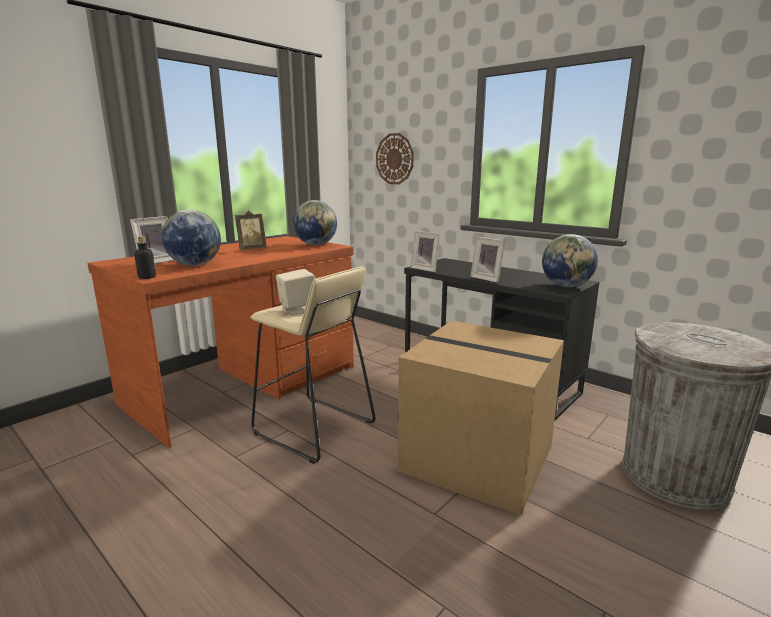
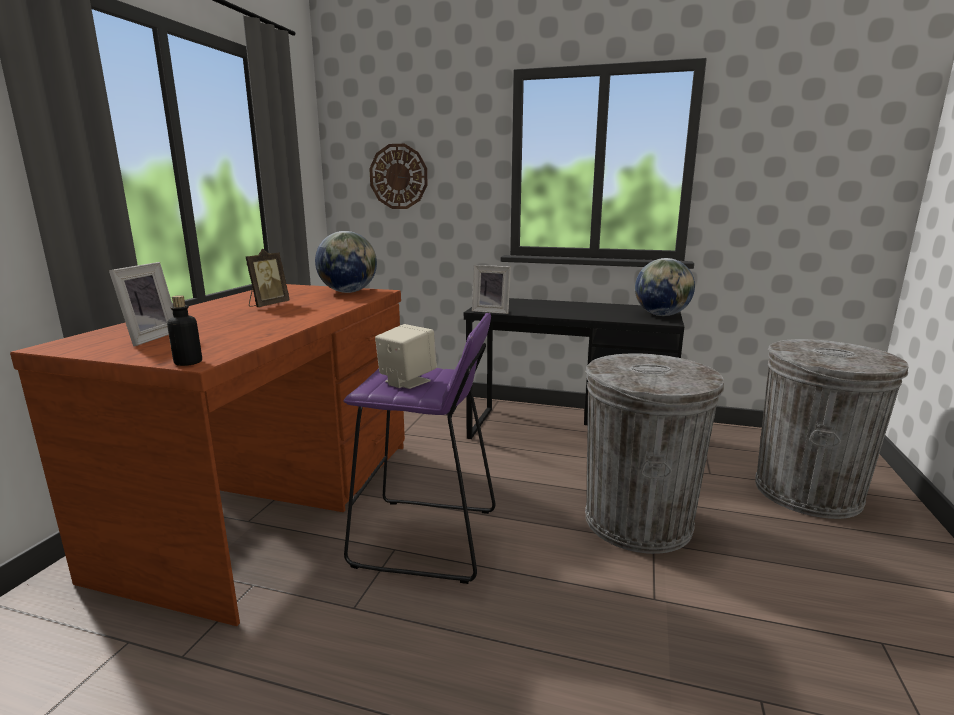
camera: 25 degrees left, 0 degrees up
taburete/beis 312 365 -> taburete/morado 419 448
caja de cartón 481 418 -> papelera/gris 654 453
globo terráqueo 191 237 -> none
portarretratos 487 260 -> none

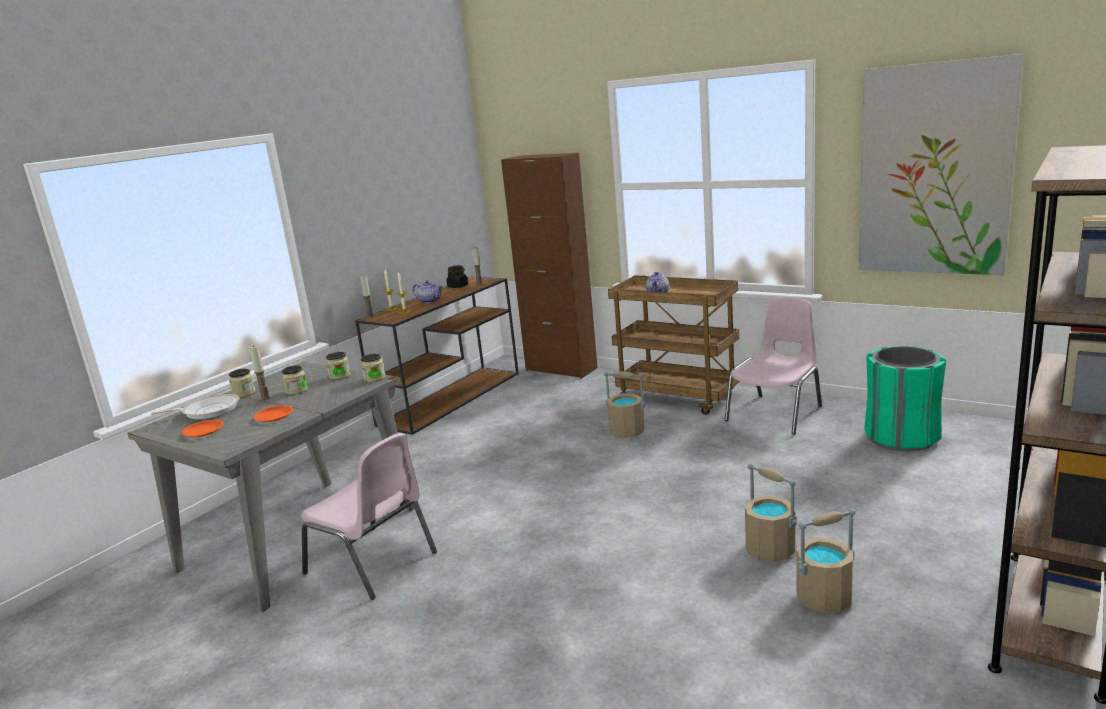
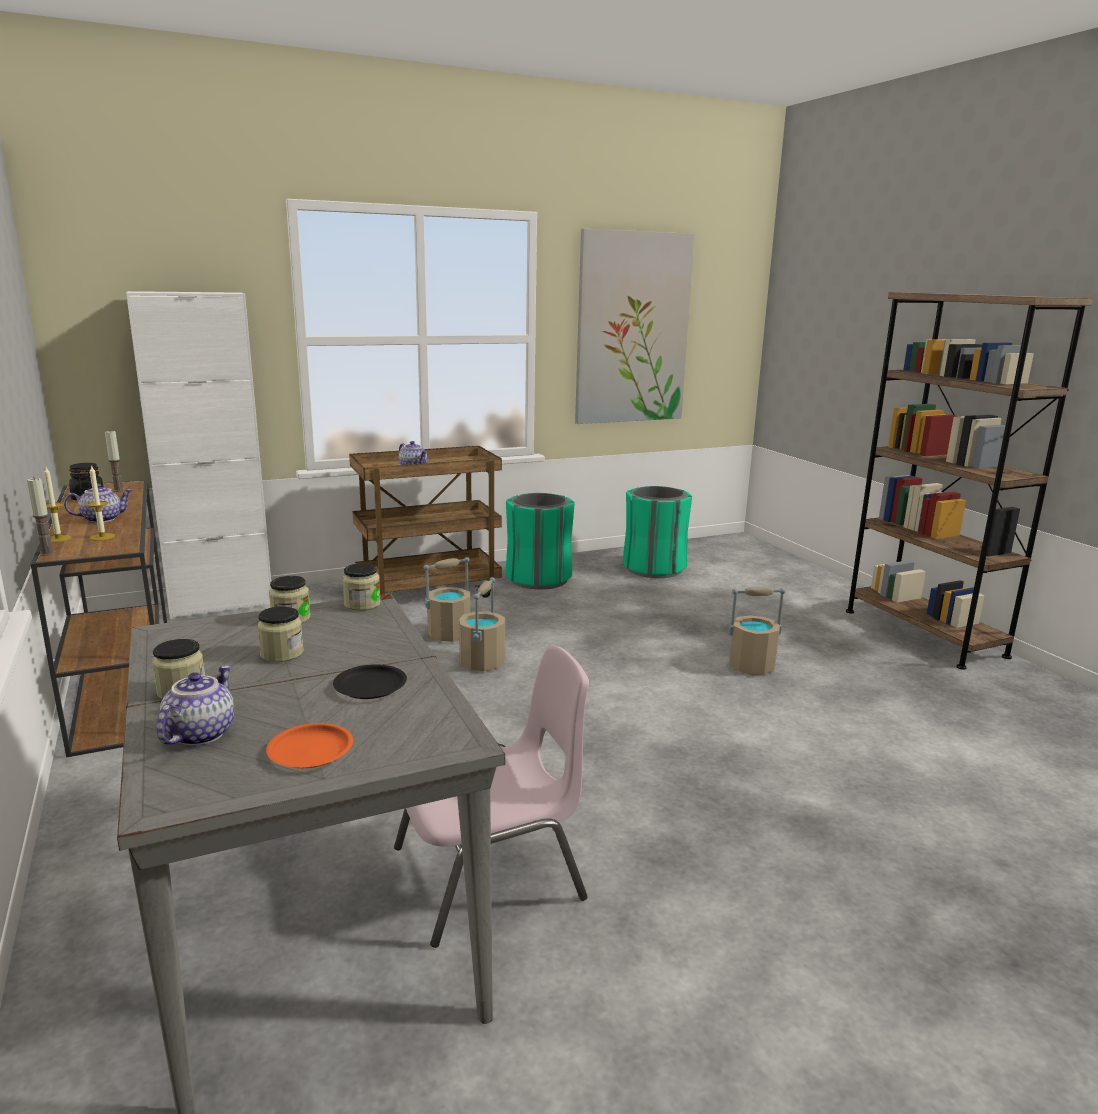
camera: 60 degrees left, 0 degrees up
armario/marrón 549 265 -> armario/blanco 198 455
sartén 195 406 -> tetera 195 705
plato/naranja 273 413 -> plato/negro 370 681
cubo/beis 826 561 -> cubo/beis 482 624, relocated
silla/rosa 773 365 -> papelera/verde 540 541
vela 259 372 -> none

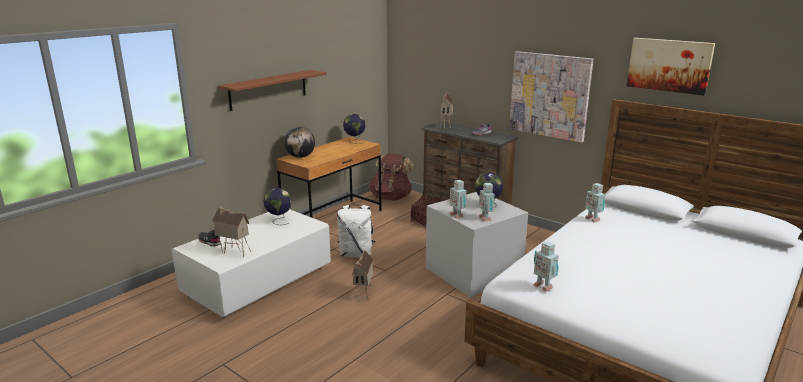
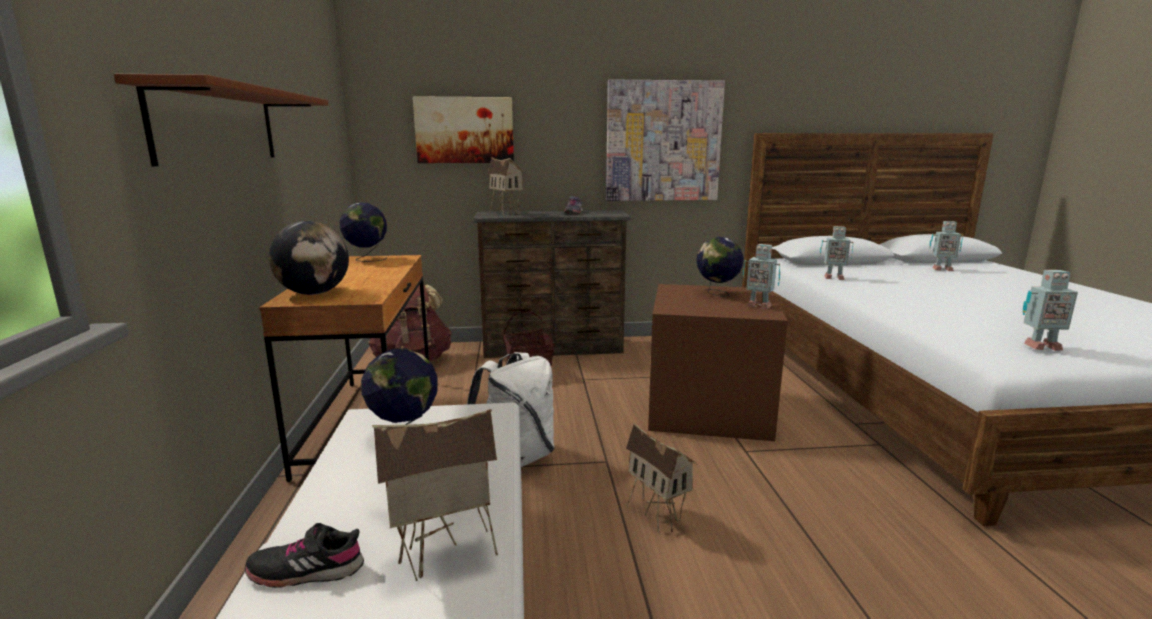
camera: 45 degrees left, 5 degrees down
cuadro 671 66 -> cuadro 463 129, relocated
caja de almacenaje/gris 477 244 -> caja de almacenaje/marrón 718 362
robot de juguete 458 199 -> robot de juguete 946 246, relocated

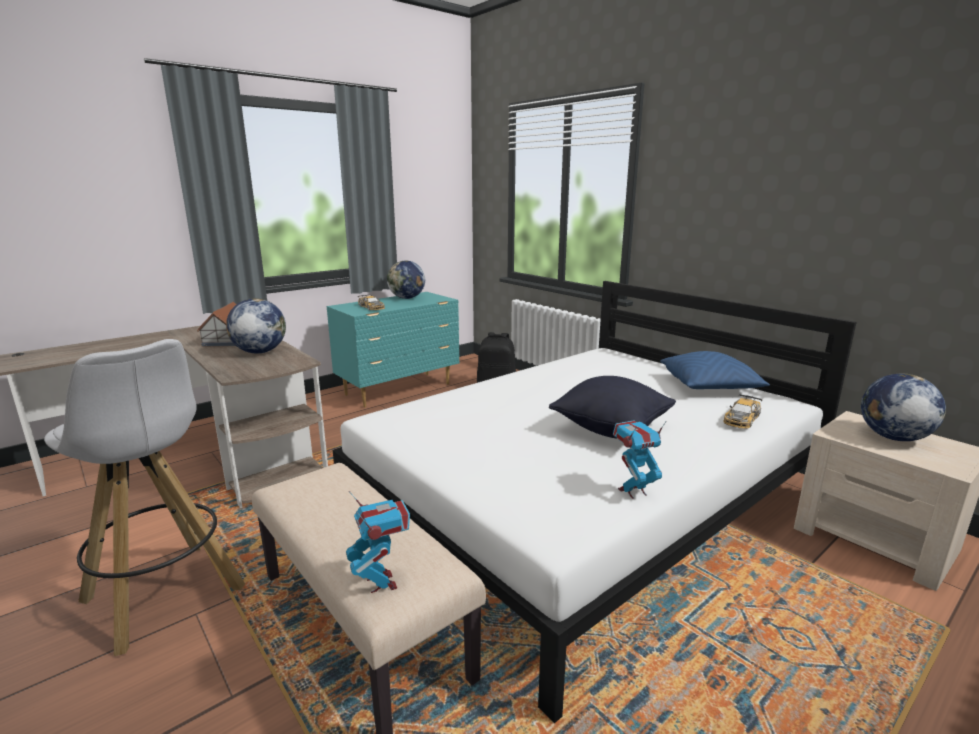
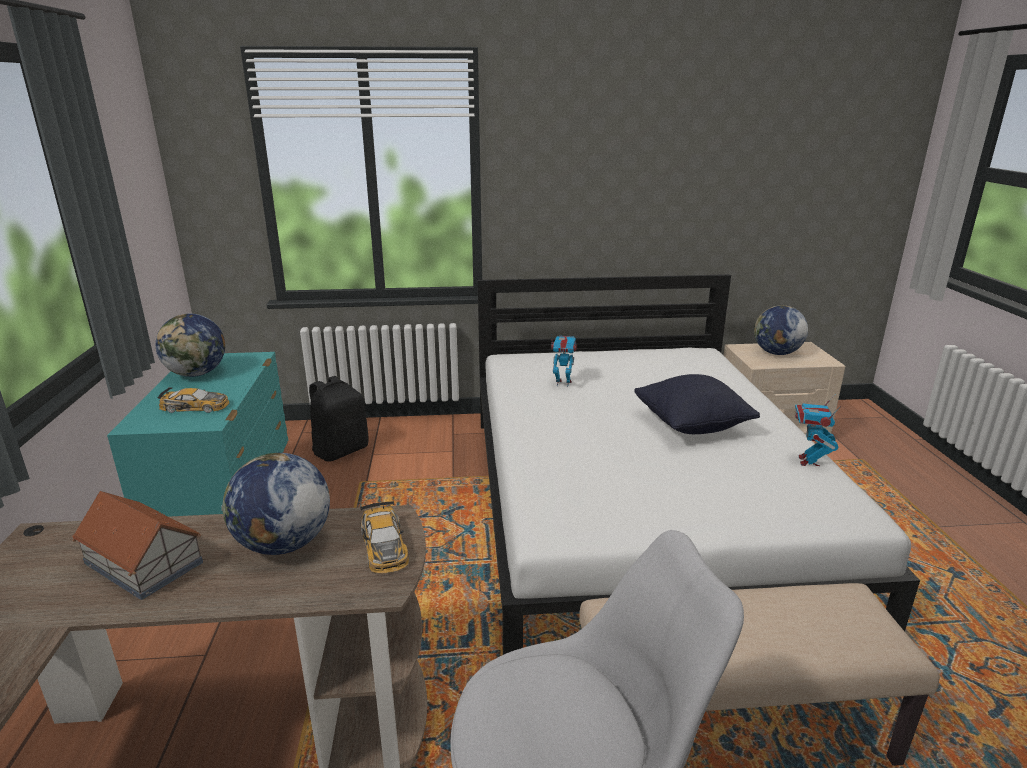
camera: 55 degrees left, 5 degrees up
coche de juguete 743 411 -> coche de juguete 385 537, relocated
robot de juguete 378 542 -> robot de juguete 564 361, relocated
cojín/azul 715 370 -> none

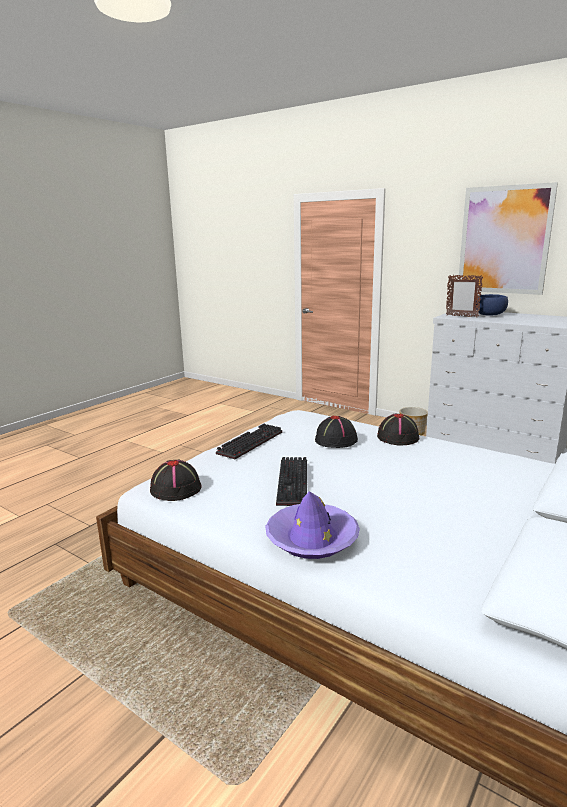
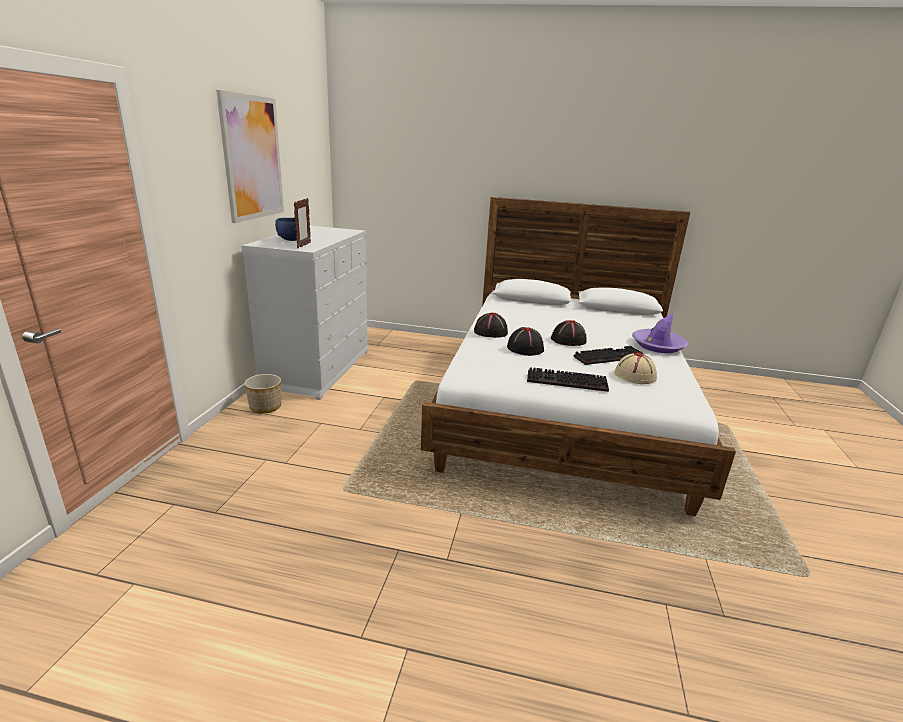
camera: 115 degrees left, 5 degrees up
sombrero/negro 176 480 -> sombrero/negro 569 333, relocated
none -> sombrero/beis 635 368

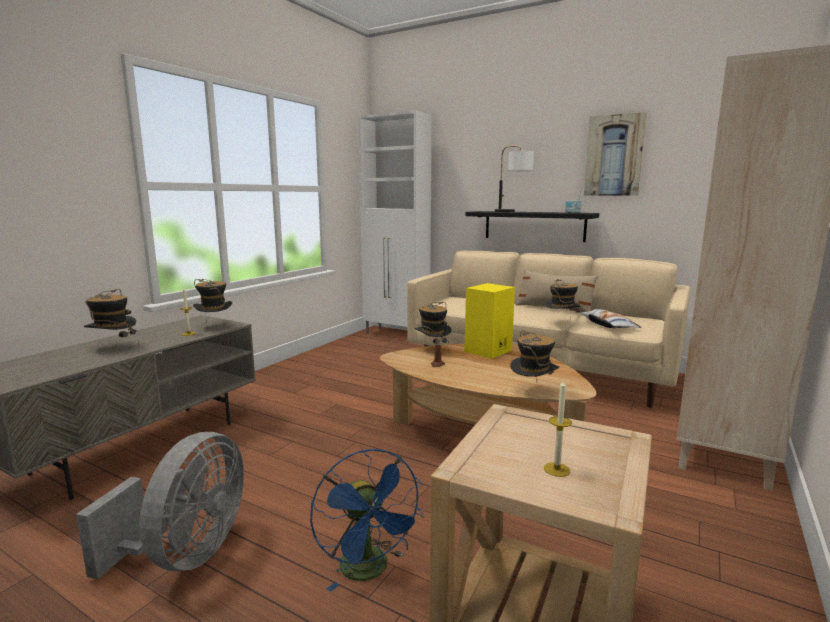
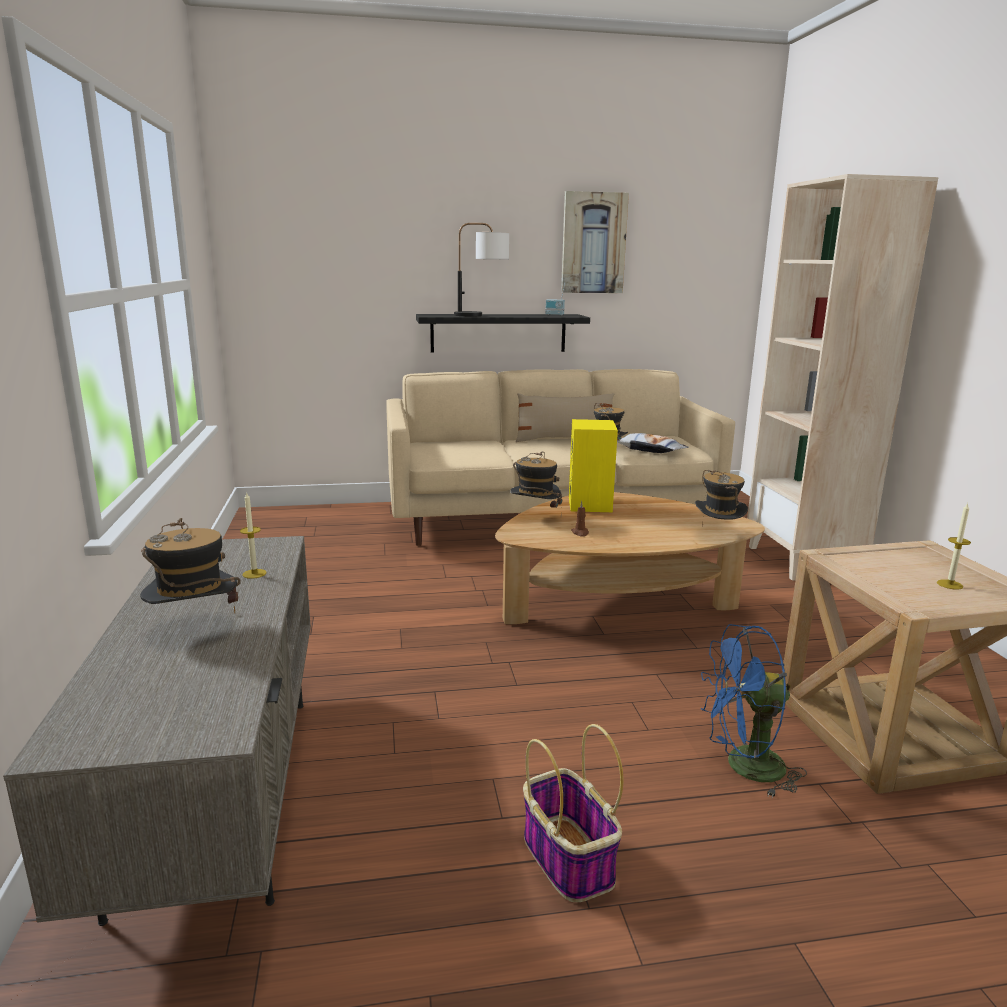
camera: 40 degrees left, 5 degrees up
ventilador/gris 160 505 -> cesta 573 813
ventilador/azul 367 520 -> ventilador/azul 754 710, 150 degrees clockwise
sombrero 212 301 -> none
armario/blanco 395 222 -> none

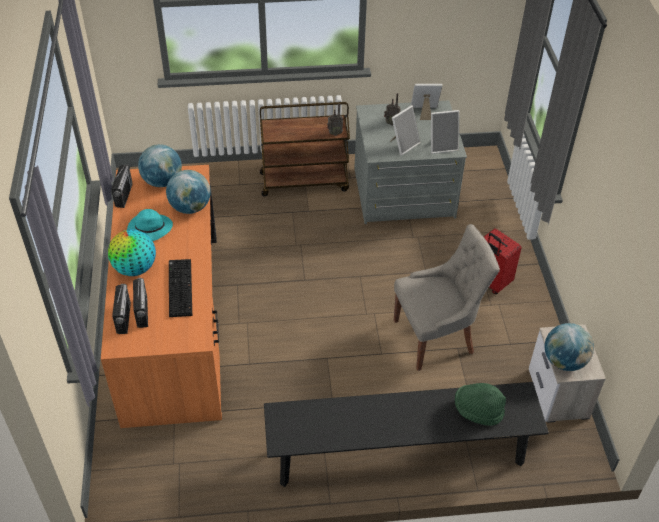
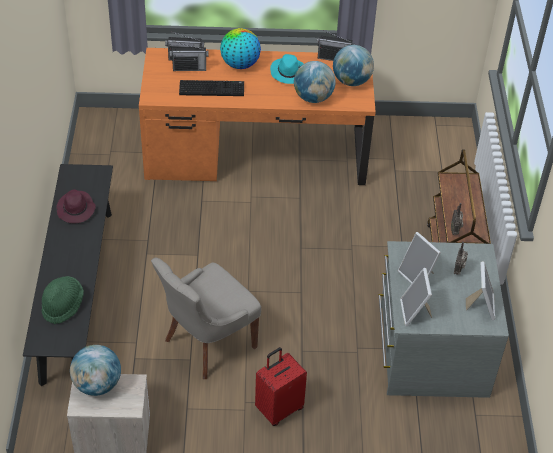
camera: 95 degrees right, 0 degrees up
none -> sombrero/morado 76 206
silla/gris 447 297 -> silla/gris 206 318, 60 degrees clockwise

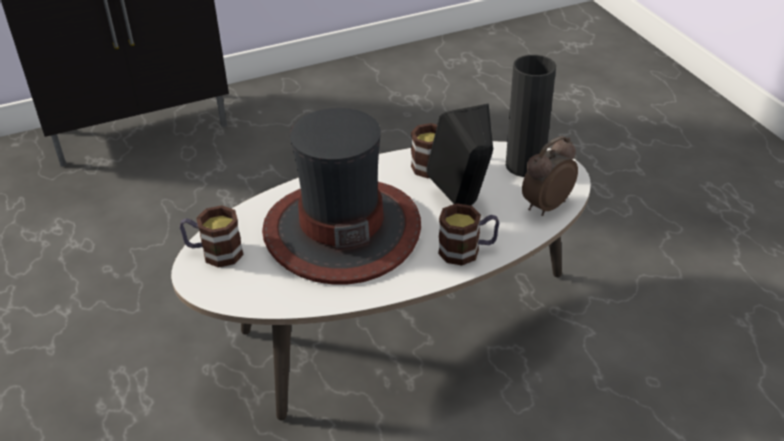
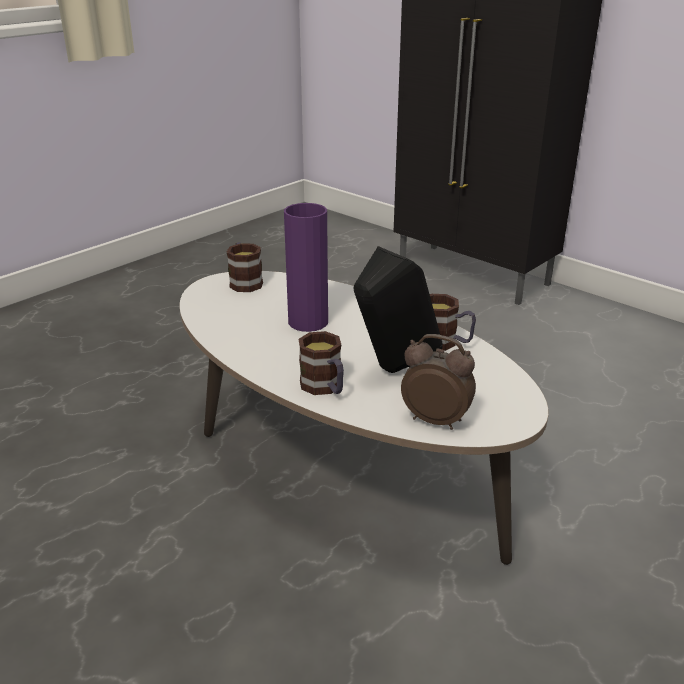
camera: 65 degrees right, 10 degrees down
sombrero 341 196 -> florero/morado 306 267
florero/negro 531 116 -> none

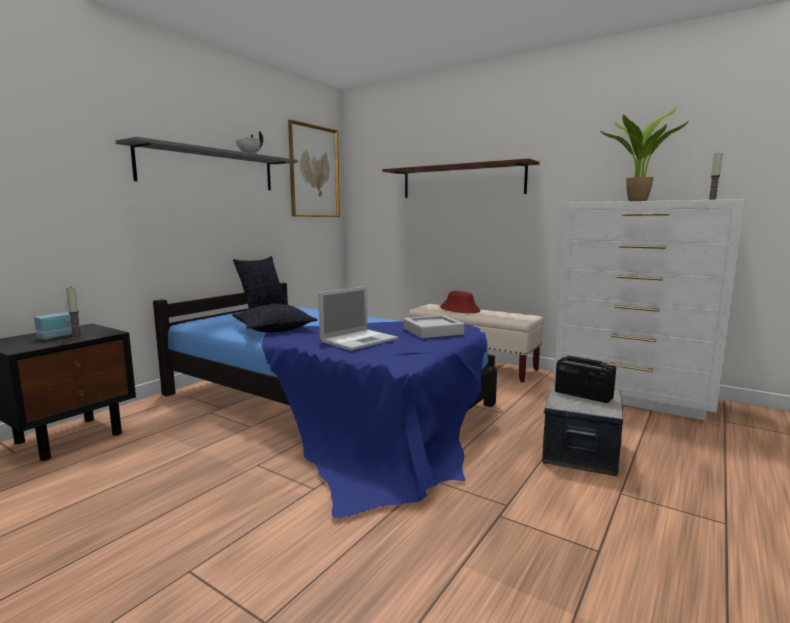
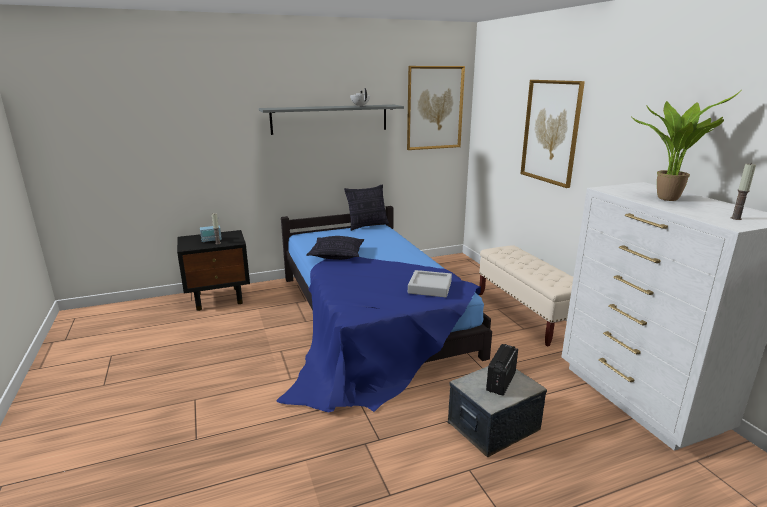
camera: 35 degrees right, 10 degrees up
radio 585 379 -> radio 502 370, 135 degrees counterclockwise
estante/marrón 460 178 -> cuadro 552 134
portátil 358 318 -> none
sombrero/rojo 460 302 -> none

